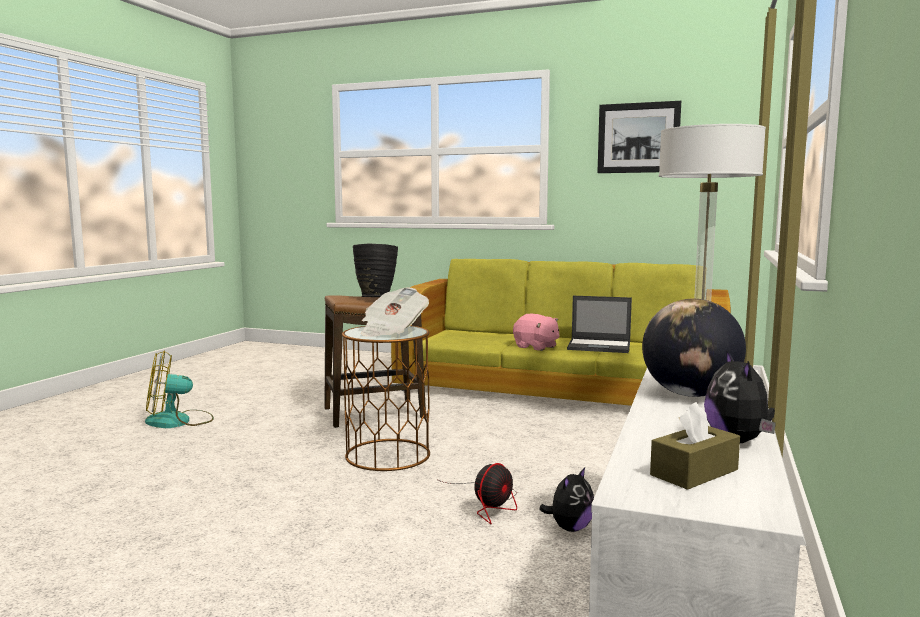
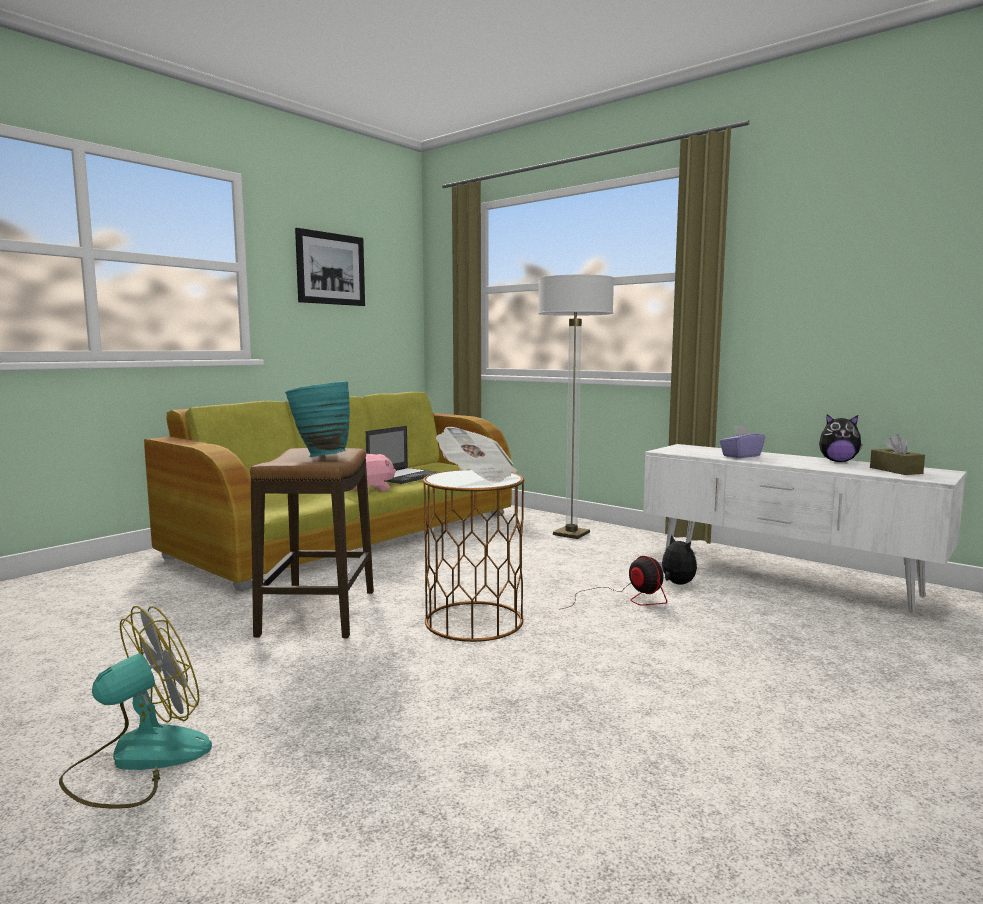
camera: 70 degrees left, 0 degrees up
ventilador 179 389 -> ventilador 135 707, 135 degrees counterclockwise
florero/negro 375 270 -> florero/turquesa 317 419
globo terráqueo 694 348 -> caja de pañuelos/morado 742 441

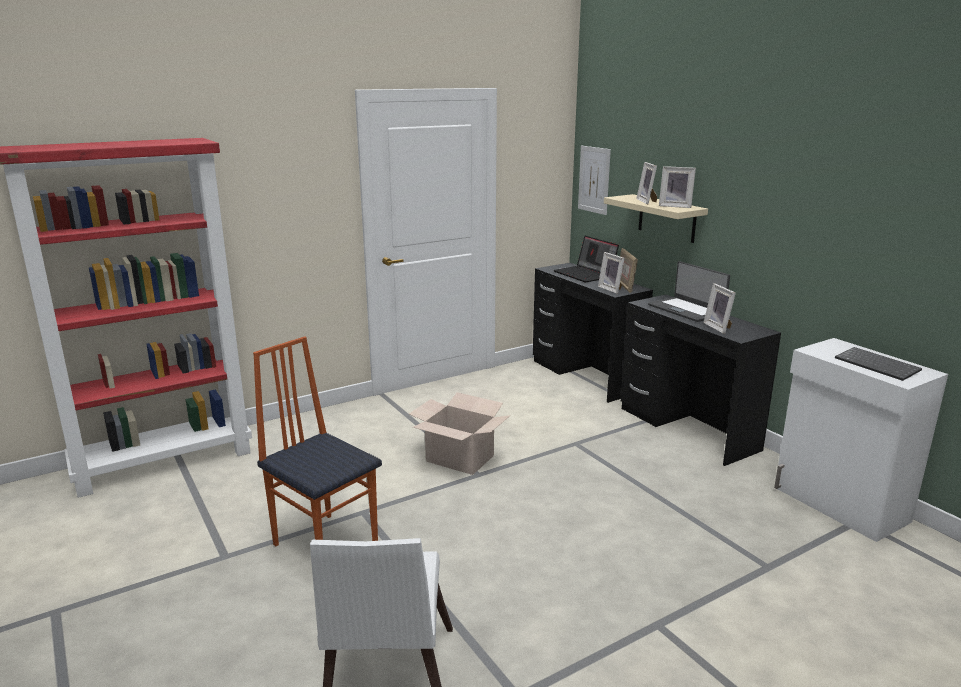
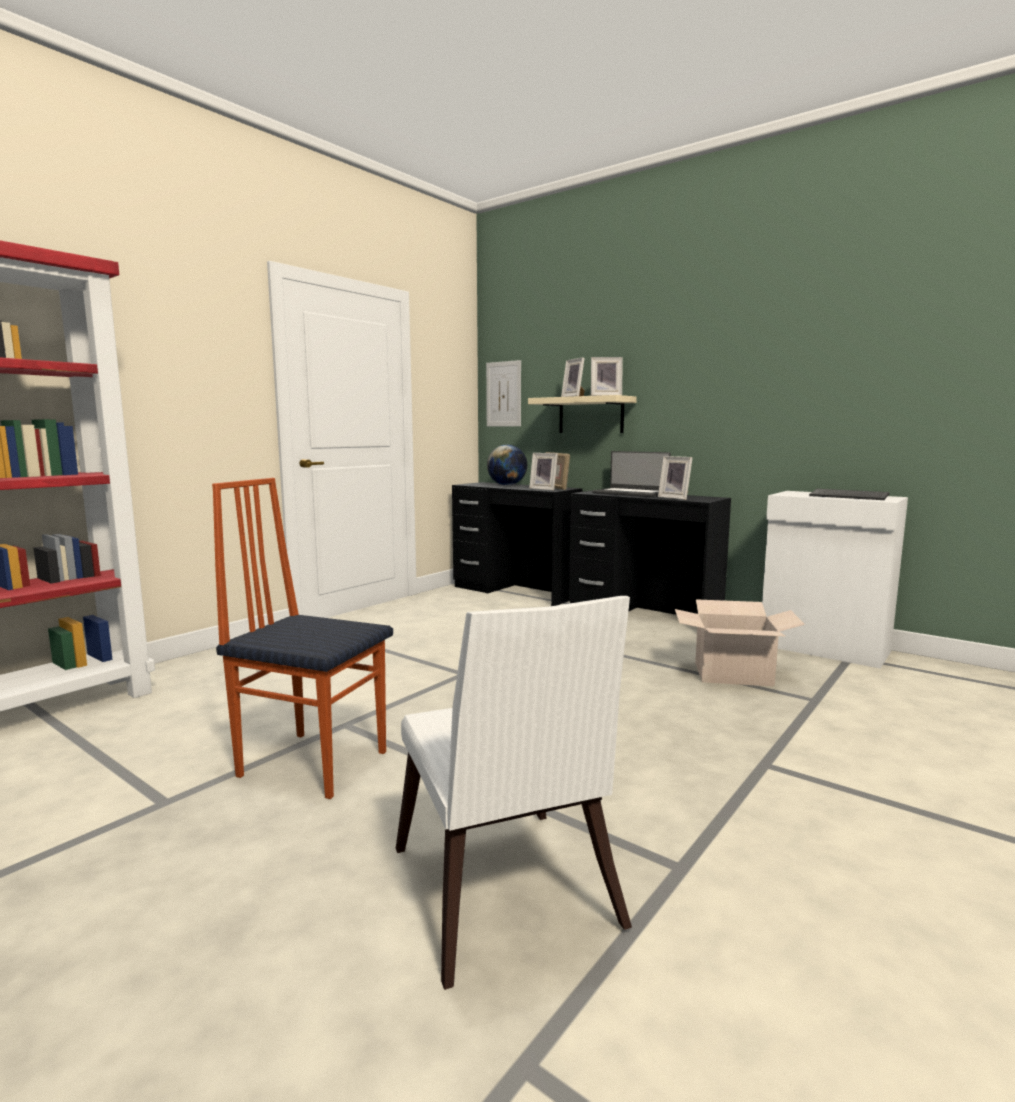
camera: 20 degrees left, 10 degrees down
portátil 586 259 -> globo terráqueo 507 465
caja de cartón 459 433 -> caja de cartón 740 642, relocated

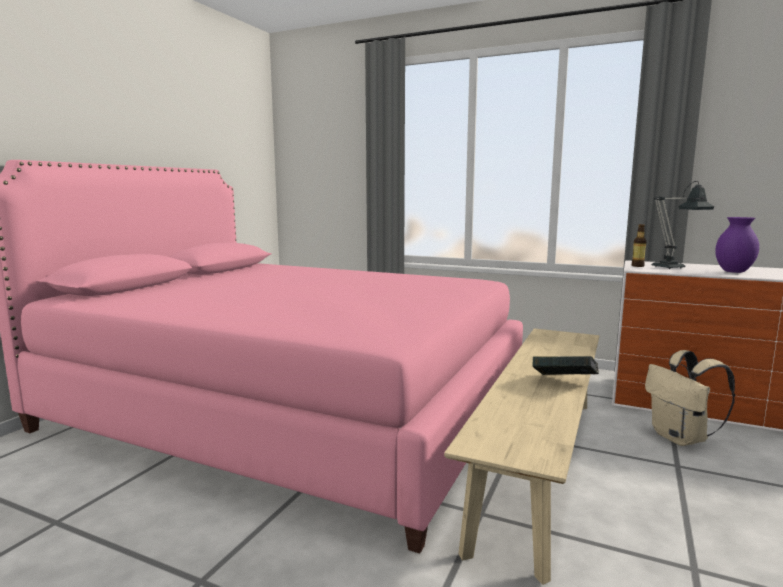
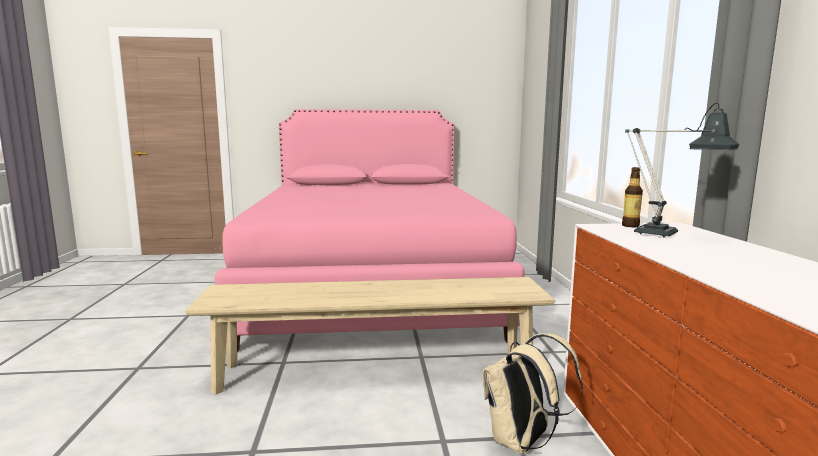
camera: 60 degrees right, 0 degrees up
libro 565 365 -> none
florero/morado 737 245 -> none

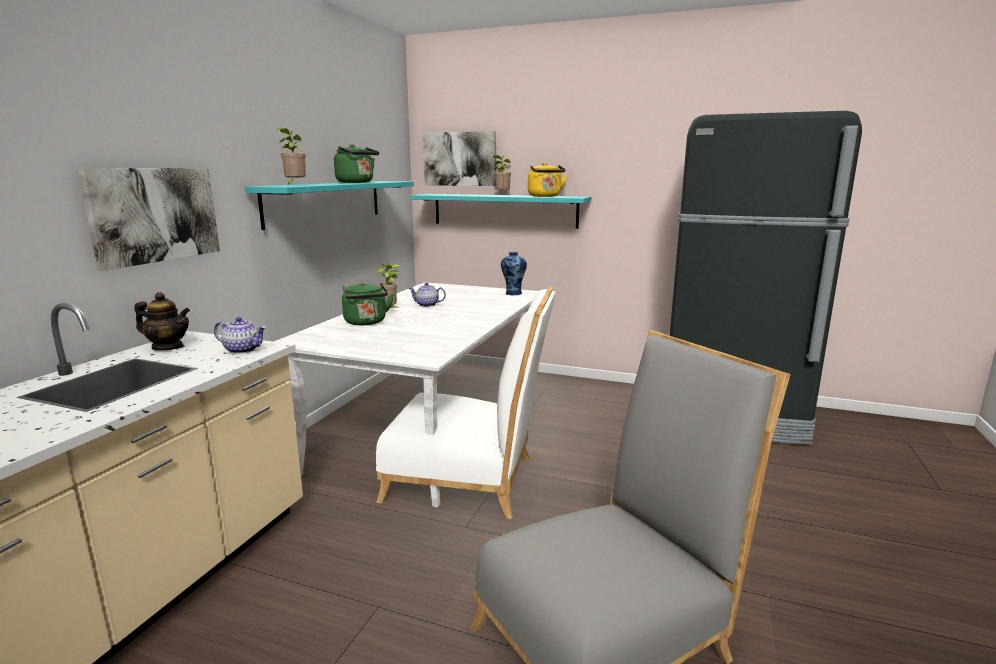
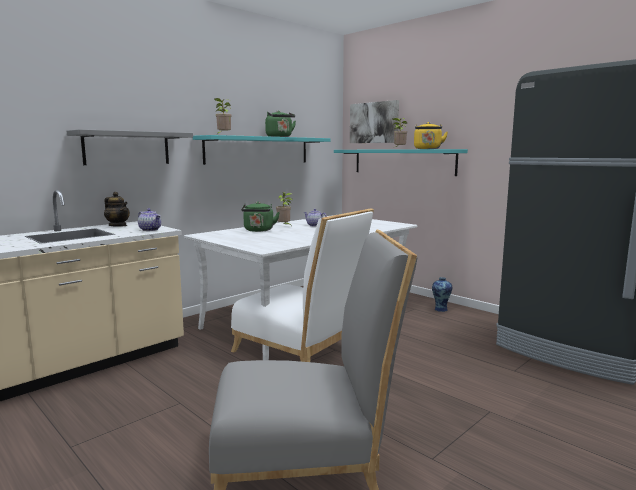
camera: 25 degrees right, 5 degrees down
cuadro 149 219 -> estante/gris 130 147
florero 514 273 -> florero 442 294, relocated

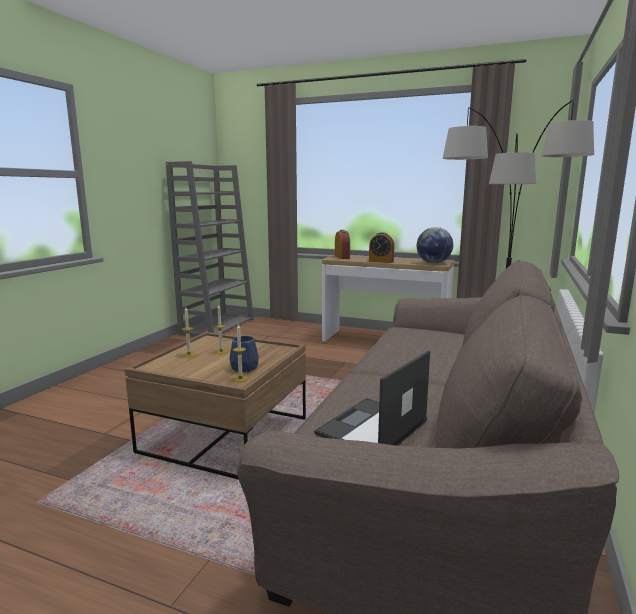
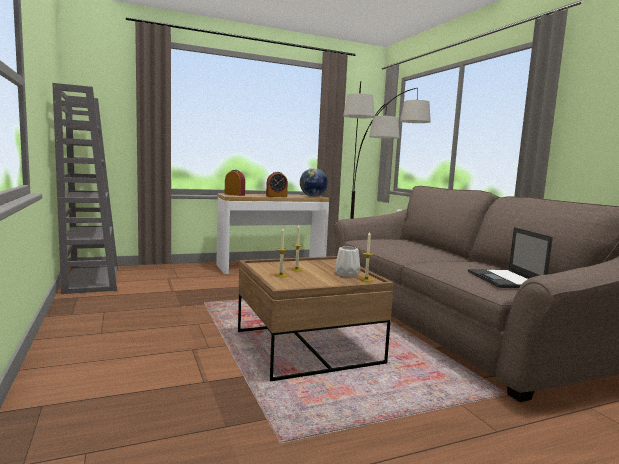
camera: 45 degrees left, 5 degrees down
florero/azul 244 354 -> florero/blanco 347 261

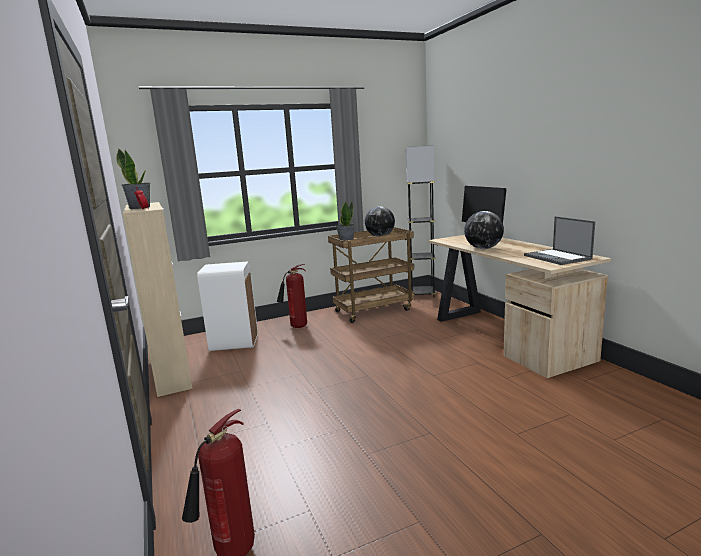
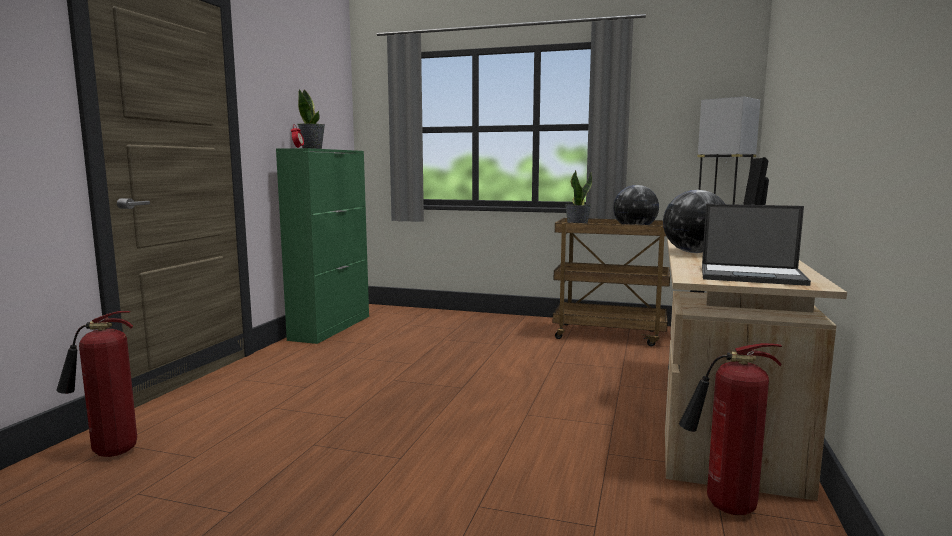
camera: 40 degrees right, 5 degrees down
armario/beis 158 299 -> armario/verde 322 246
extintor 292 296 -> extintor 730 429, relocated
portátil 559 240 -> portátil 756 245, 90 degrees counterclockwise
papelera/blanco 227 306 -> none

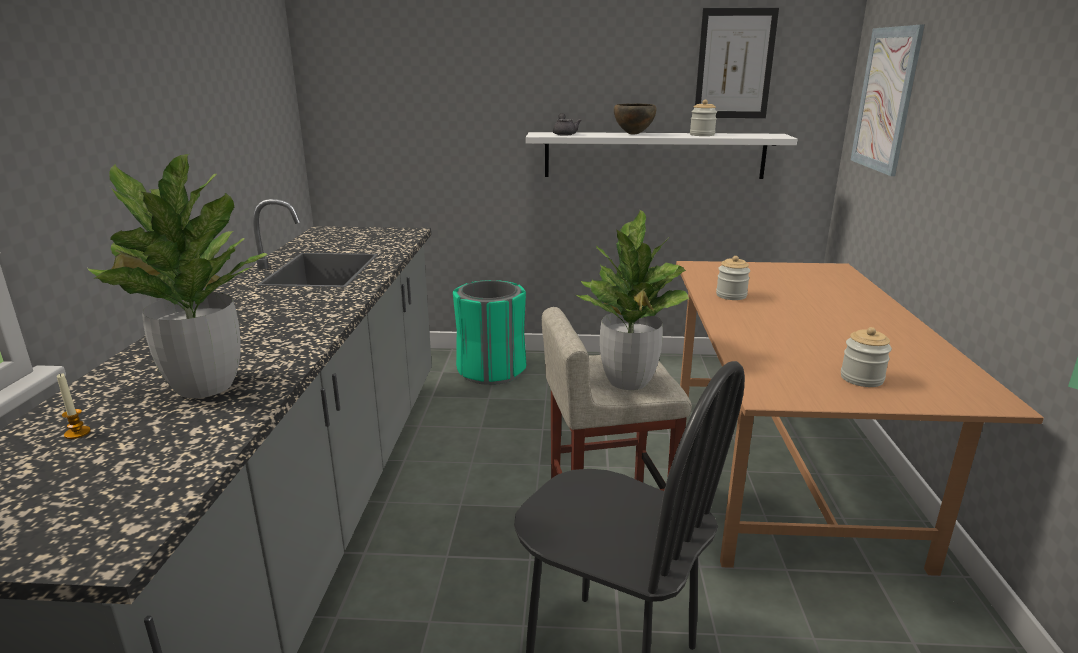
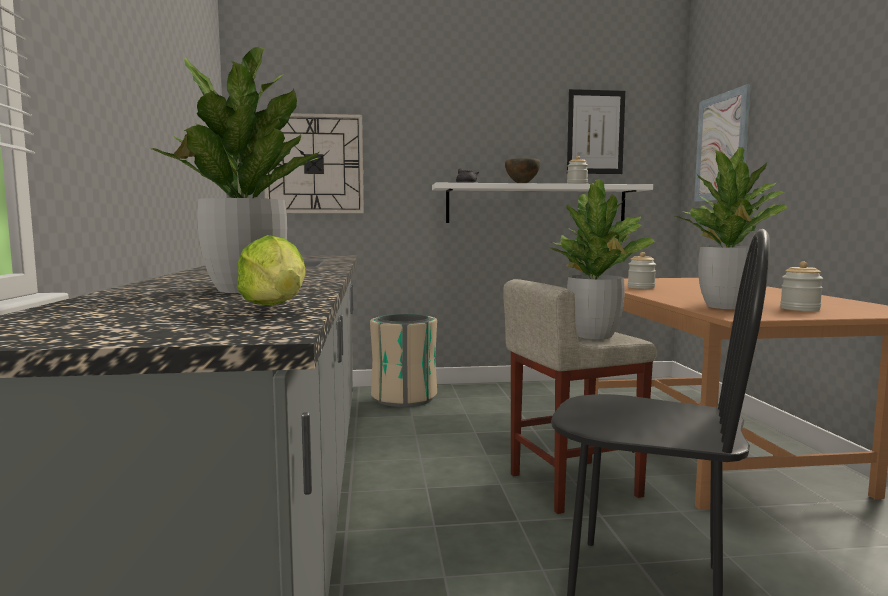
camera: 10 degrees left, 15 degrees down
none -> lechuga 271 270
none -> reloj de pared 314 163
papelera/verde 489 332 -> papelera/beis 403 360
none -> planta en maceta 731 228
vela 74 406 -> none

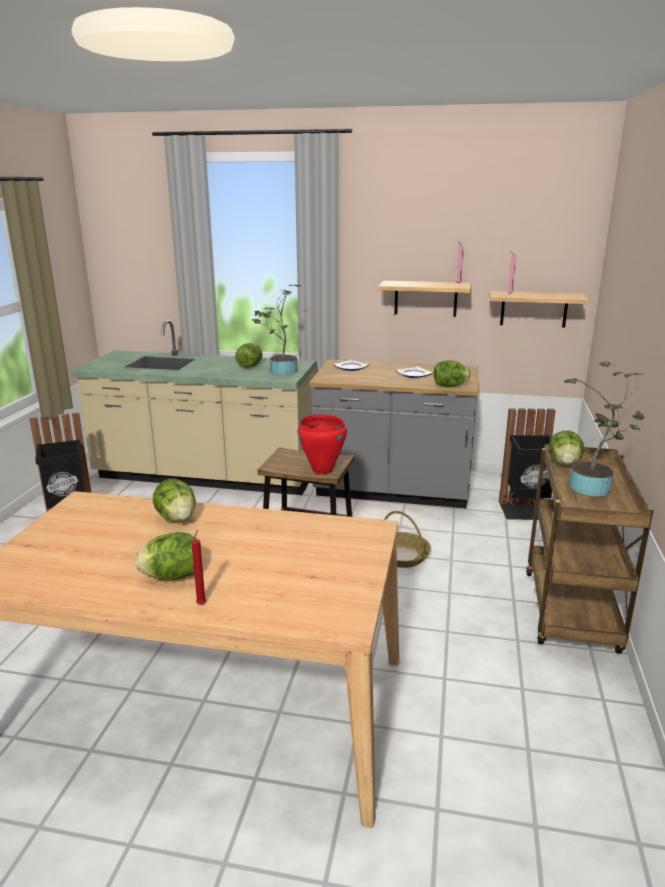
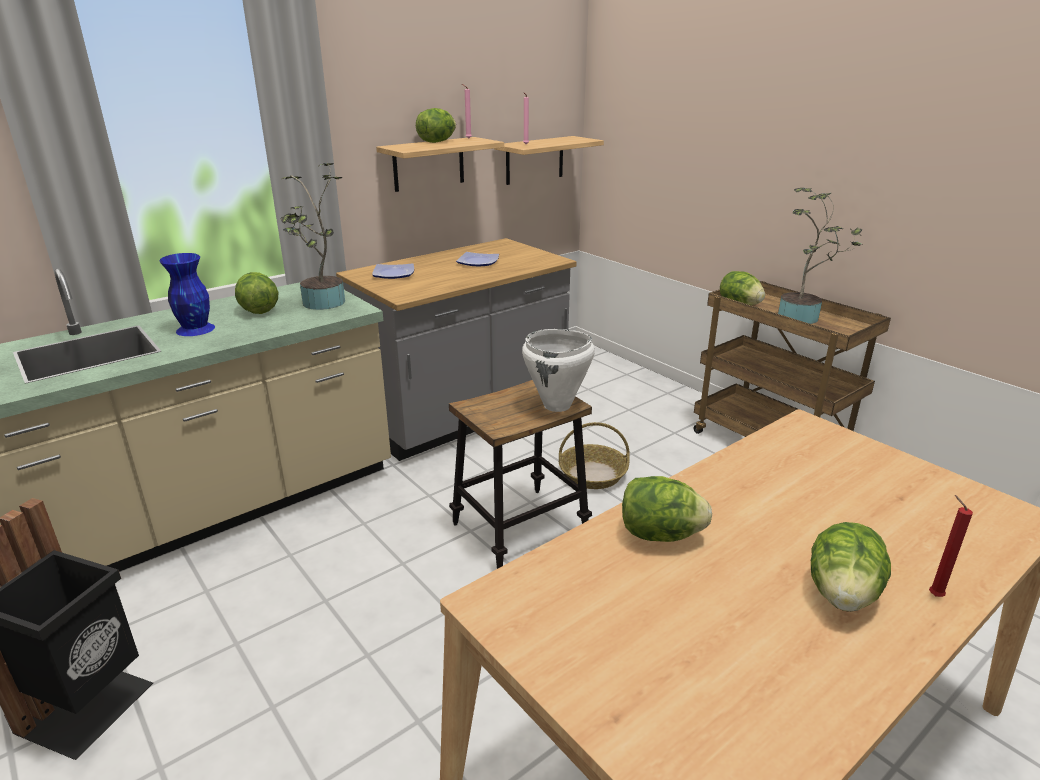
camera: 50 degrees left, 5 degrees up
none -> florero/azul 187 294
lechuga 452 373 -> lechuga 436 125, relocated
olla/rojo 322 444 -> olla/blanco 558 370
papelera/negro 527 464 -> none

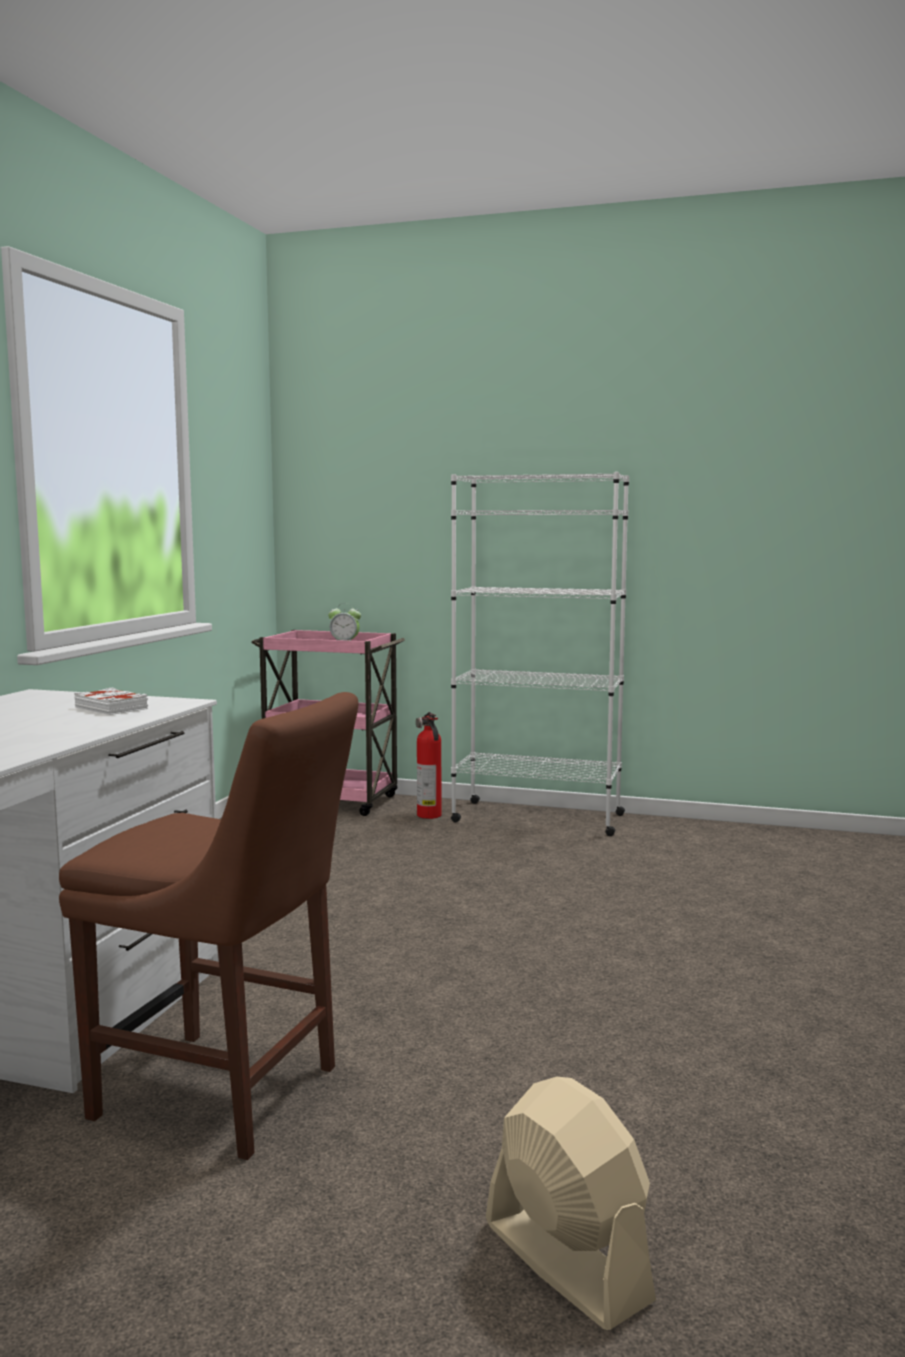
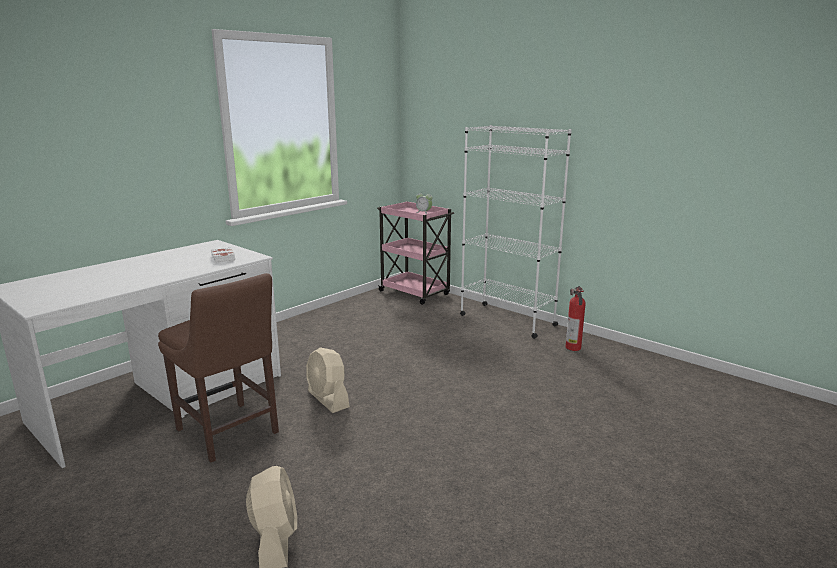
camera: 25 degrees right, 10 degrees up
none -> ventilador/beis 328 380
extintor 429 765 -> extintor 575 318, relocated

